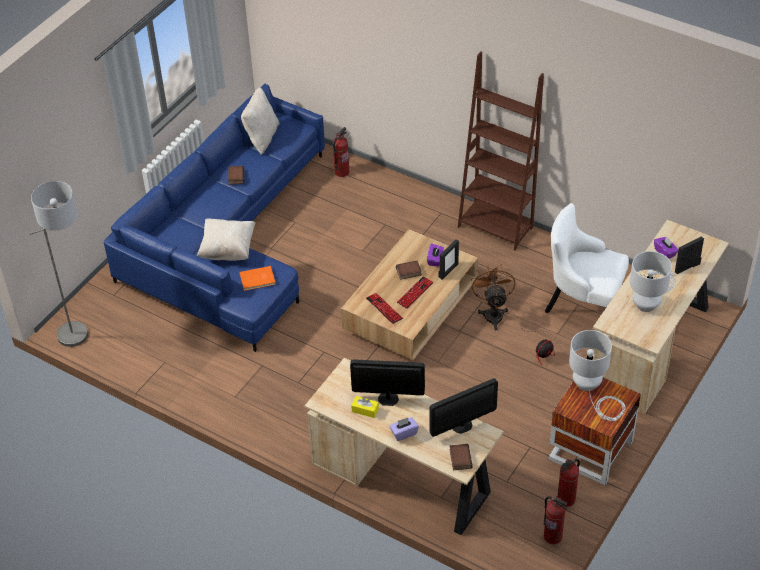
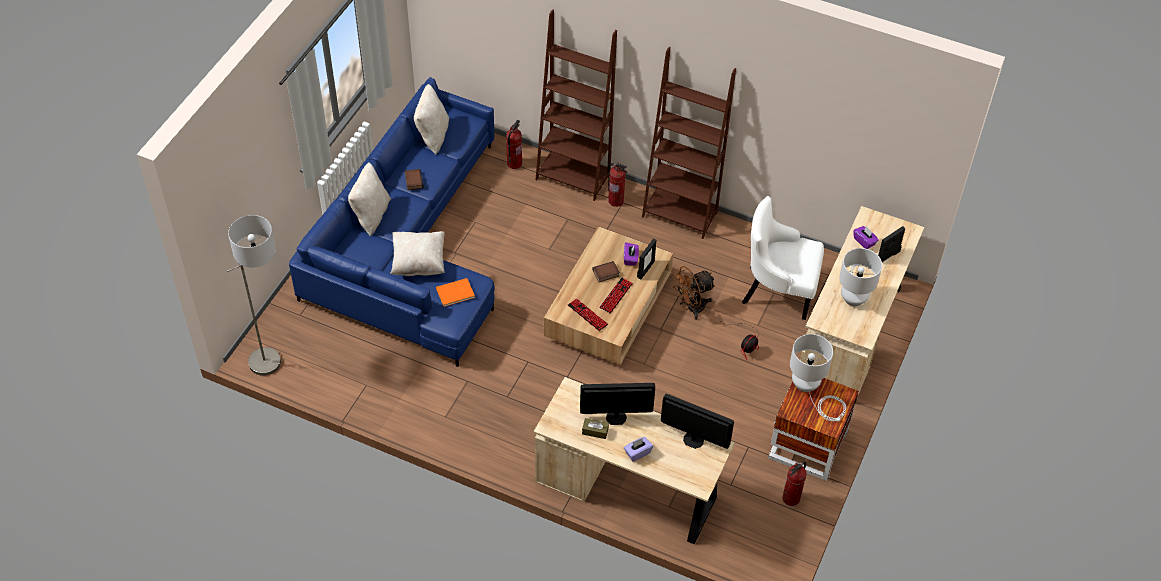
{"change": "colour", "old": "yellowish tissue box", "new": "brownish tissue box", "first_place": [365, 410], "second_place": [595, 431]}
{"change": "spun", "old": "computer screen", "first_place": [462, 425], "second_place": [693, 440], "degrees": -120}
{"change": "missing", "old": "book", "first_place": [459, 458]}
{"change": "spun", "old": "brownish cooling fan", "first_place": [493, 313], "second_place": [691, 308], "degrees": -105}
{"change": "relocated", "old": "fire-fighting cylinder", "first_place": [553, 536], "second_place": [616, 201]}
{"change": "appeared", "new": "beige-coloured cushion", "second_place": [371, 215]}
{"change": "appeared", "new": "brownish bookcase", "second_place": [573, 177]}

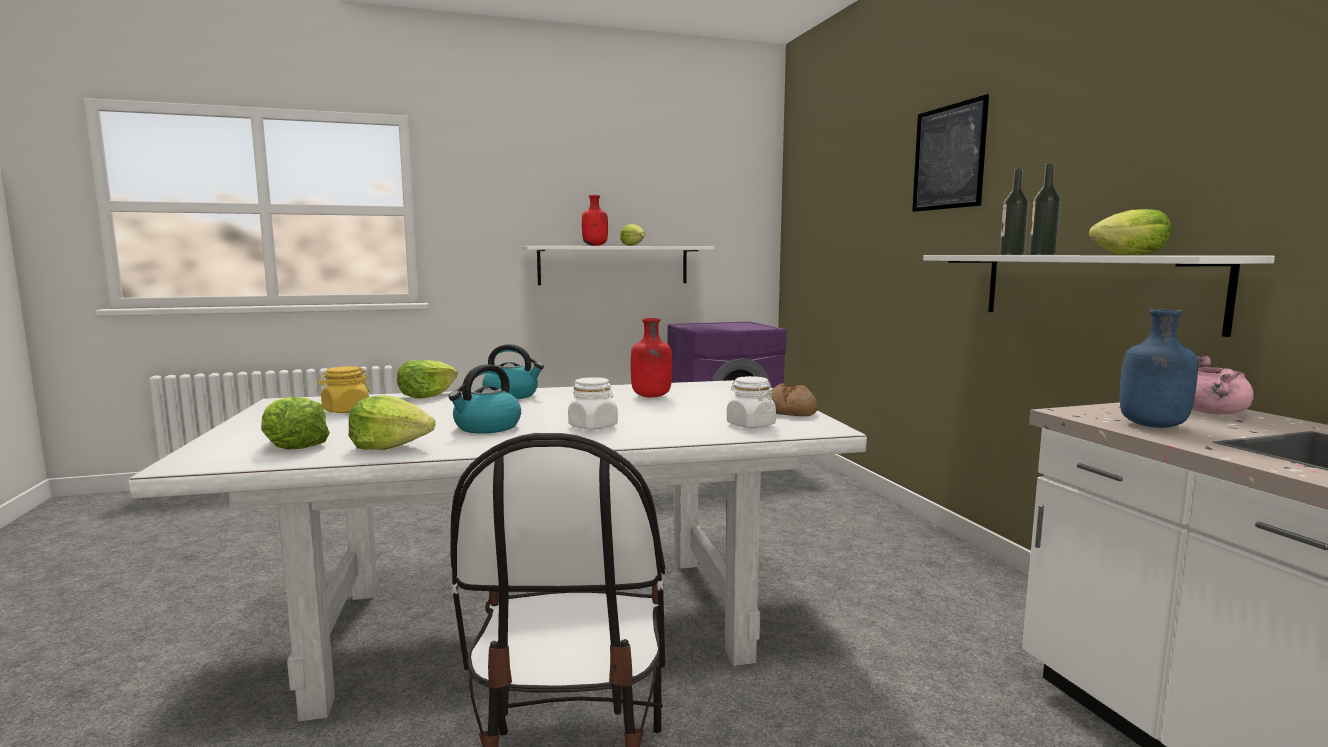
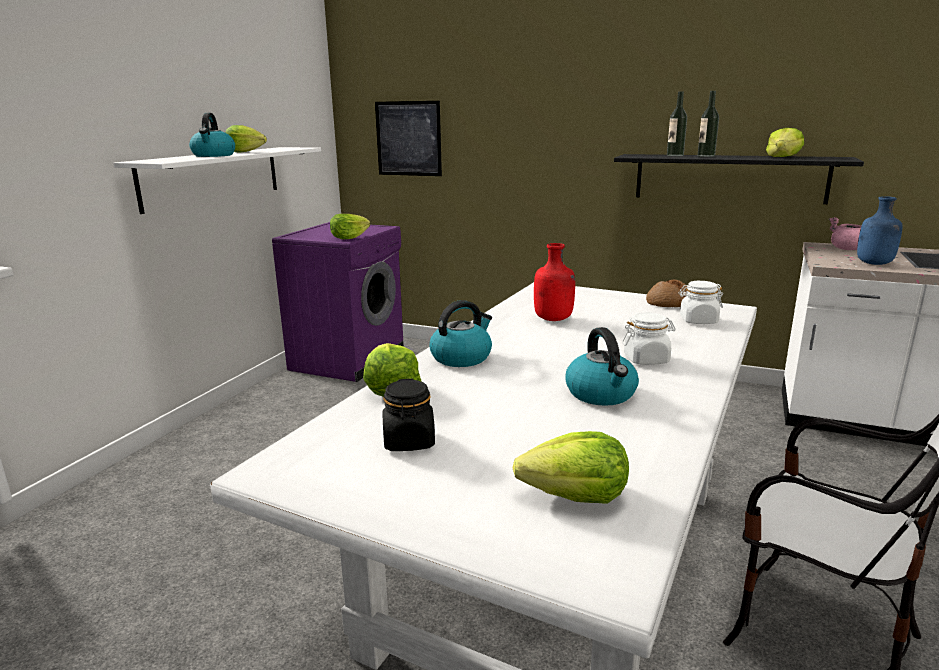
{"change": "colour", "old": "yellowish preserve jar", "new": "blackish preserve jar", "first_place": [345, 410], "second_place": [409, 441]}
{"change": "relocated", "old": "lettuce", "first_place": [391, 446], "second_place": [349, 237]}
{"change": "exchanged", "old": "red-coloured bottle", "new": "water kettle", "first_place": [595, 245], "second_place": [214, 155]}
{"change": "relocated", "old": "wall art", "first_place": [948, 157], "second_place": [408, 138]}
{"change": "colour", "old": "white bracket shelf", "new": "blackish bracket shelf", "first_place": [1091, 289], "second_place": [729, 178]}

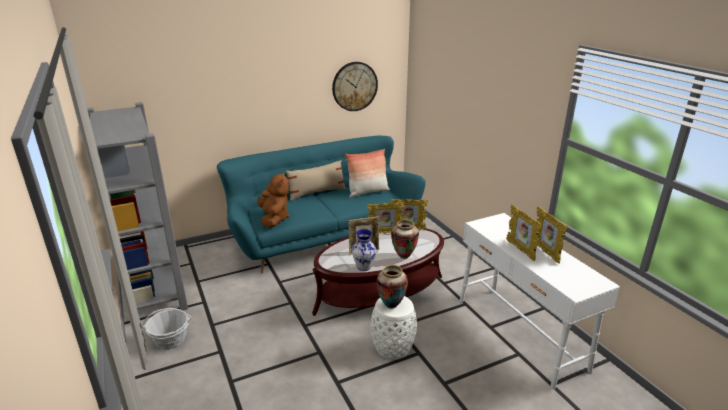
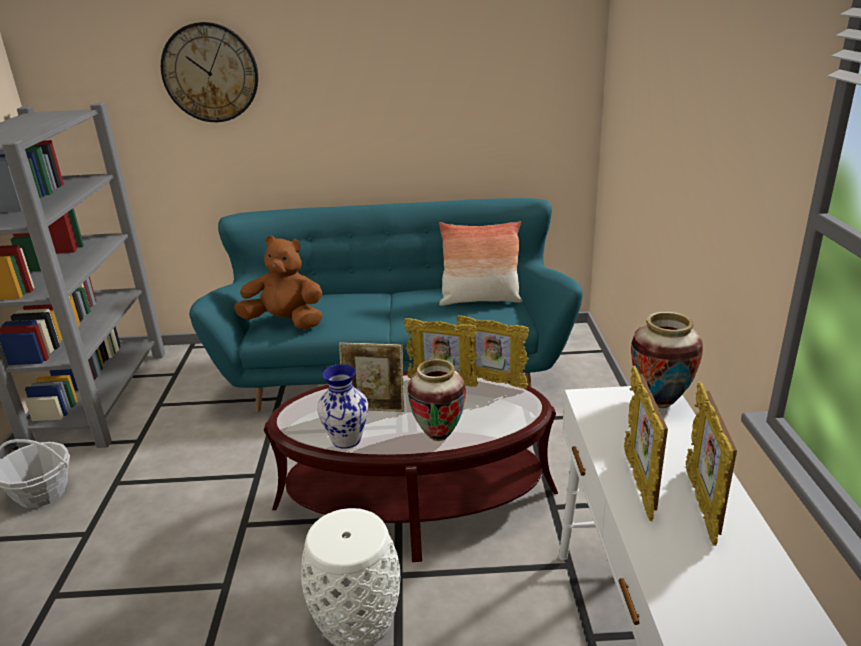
{"change": "spun", "old": "brownish plush toy", "first_place": [274, 219], "second_place": [285, 322], "degrees": -90}
{"change": "missing", "old": "beige-coloured cushion", "first_place": [317, 193]}
{"change": "relocated", "old": "clock on the wall", "first_place": [354, 86], "second_place": [210, 73]}
{"change": "relocated", "old": "vase", "first_place": [391, 305], "second_place": [659, 402]}

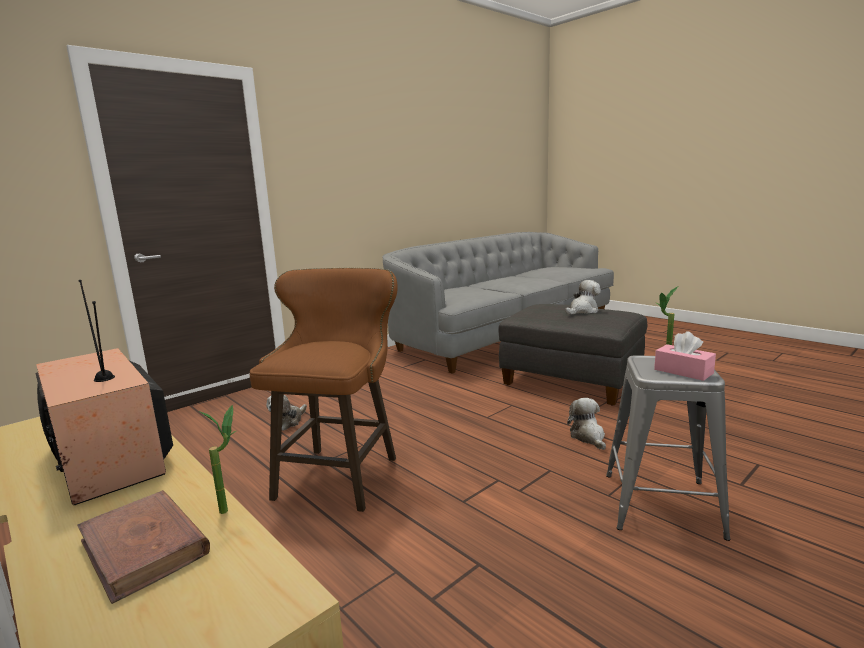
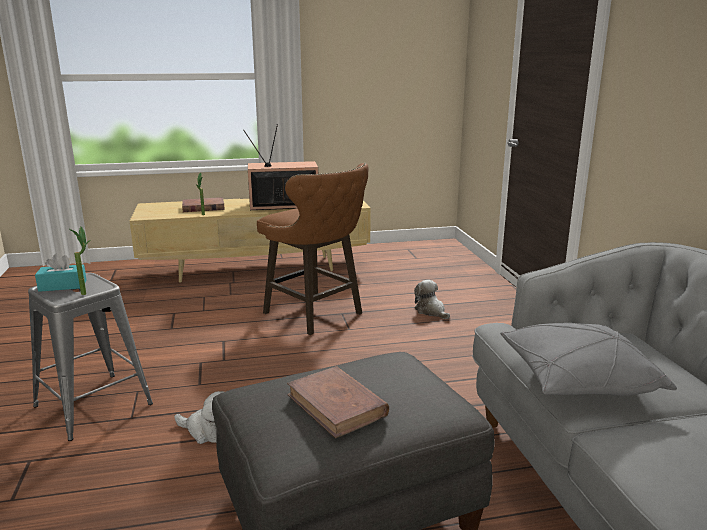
{"change": "exchanged", "old": "plush toy", "new": "brownish book", "first_place": [583, 311], "second_place": [337, 405]}
{"change": "colour", "old": "pink tissue box", "new": "turquoise-coloured tissue box", "first_place": [683, 371], "second_place": [62, 286]}
{"change": "appeared", "new": "gray cushion", "second_place": [577, 380]}

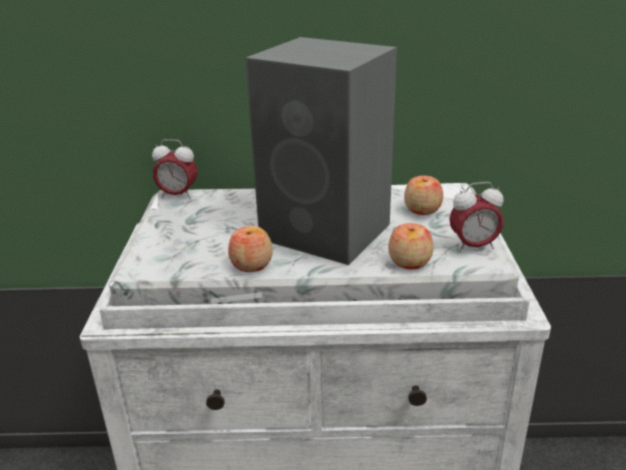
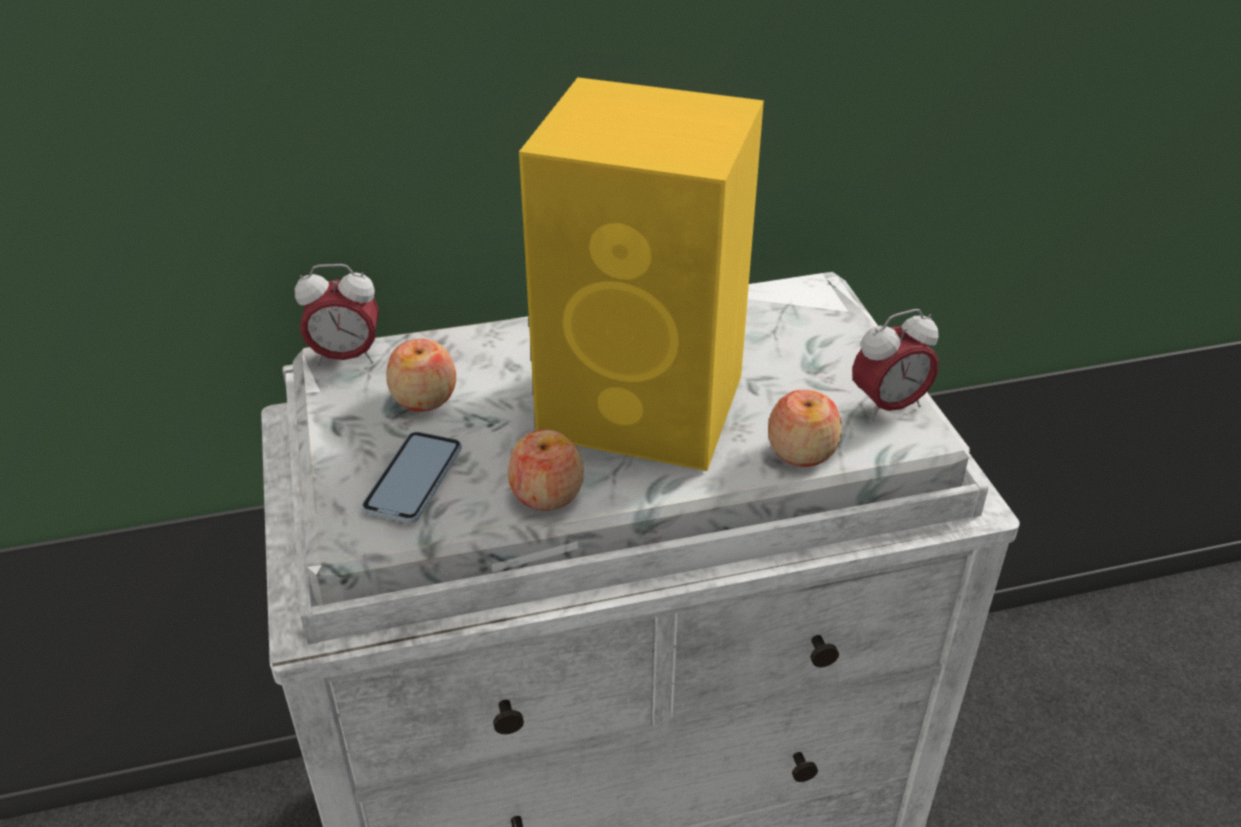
{"change": "colour", "old": "gray speaker", "new": "yellowish speaker", "first_place": [328, 232], "second_place": [647, 407]}
{"change": "relocated", "old": "whole apple", "first_place": [422, 209], "second_place": [424, 397]}
{"change": "appeared", "new": "telephone", "second_place": [413, 479]}

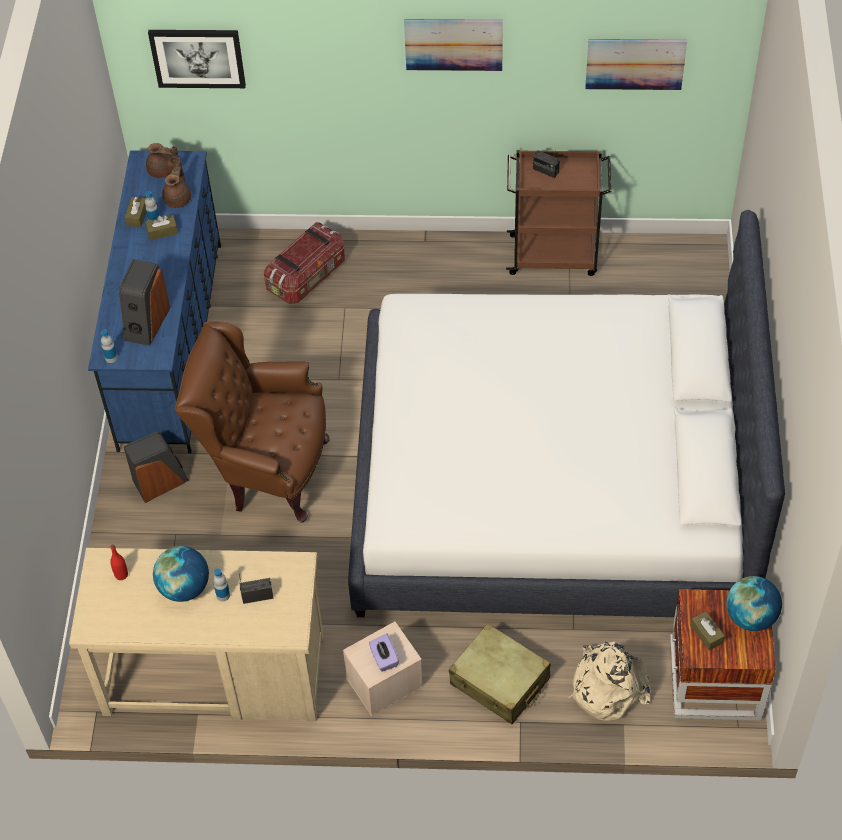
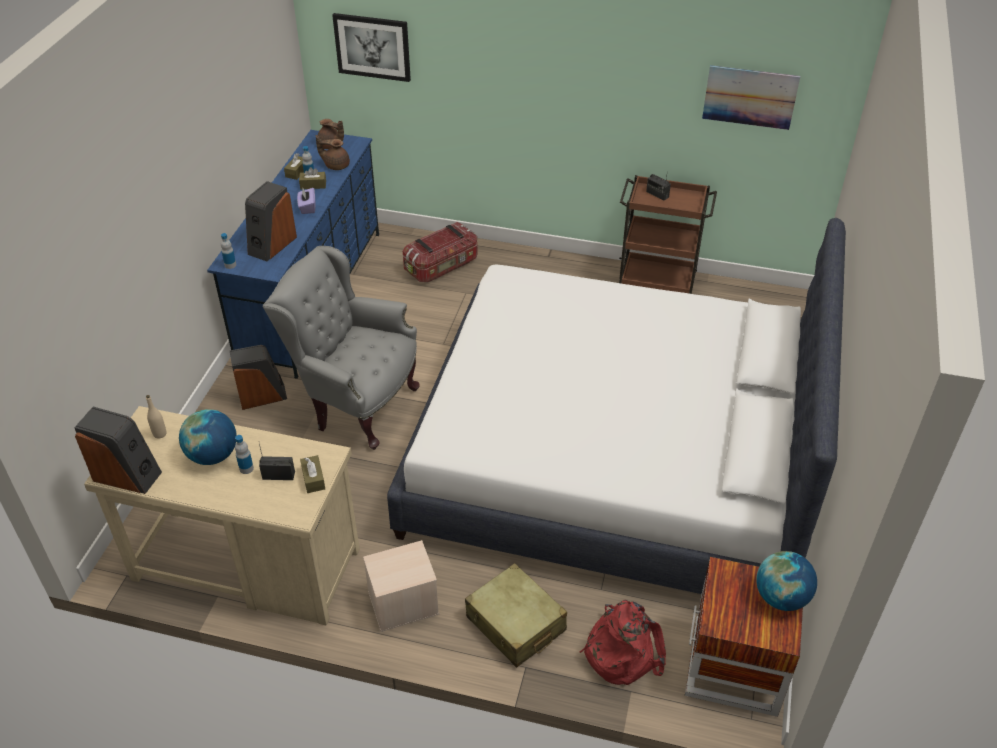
{"change": "colour", "old": "red-coloured bottle", "new": "beige-coloured bottle", "first_place": [121, 575], "second_place": [160, 434]}
{"change": "spun", "old": "brownish tea pot", "first_place": [178, 198], "second_place": [336, 165], "degrees": -105}
{"change": "colour", "old": "brownish armchair", "new": "gray armchair", "first_place": [267, 474], "second_place": [356, 405]}
{"change": "relocated", "old": "purplish tissue box", "first_place": [384, 658], "second_place": [307, 207]}
{"change": "missing", "old": "wall art", "first_place": [453, 44]}
{"change": "colour", "old": "beige-coloured backpack", "new": "red-coloured backpack", "first_place": [606, 687], "second_place": [621, 650]}
{"change": "relocated", "old": "brownish tissue box", "first_place": [706, 634], "second_place": [313, 479]}
{"change": "appeared", "new": "speaker", "second_place": [127, 475]}

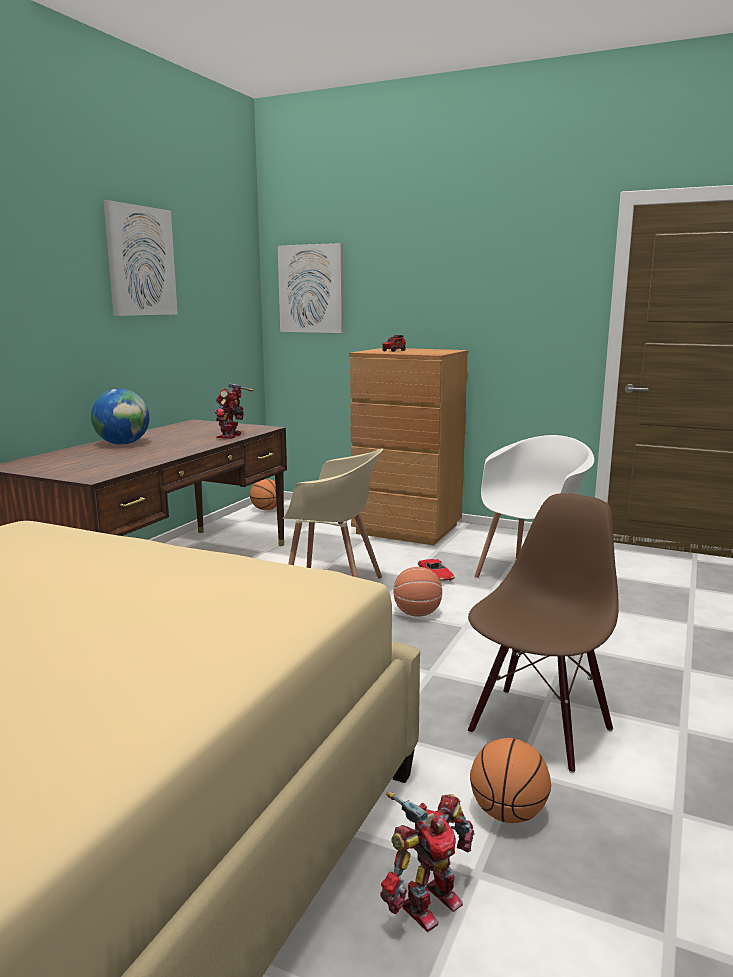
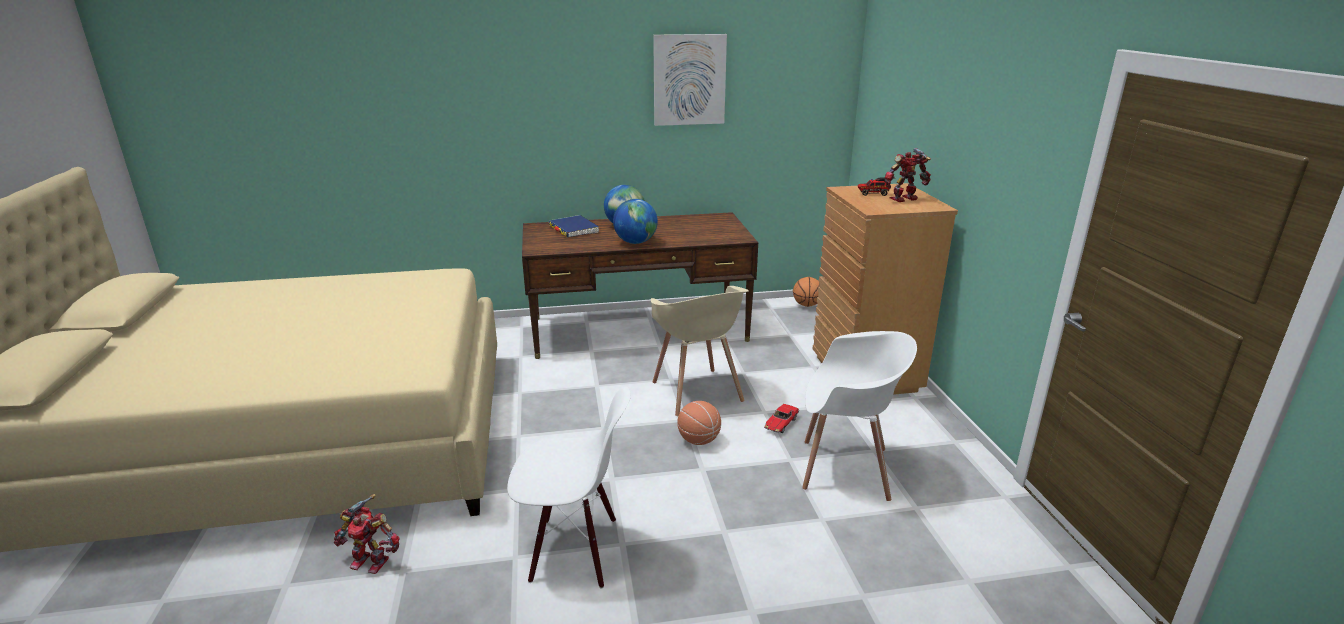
{"change": "relocated", "old": "model robot", "first_place": [231, 436], "second_place": [904, 199]}
{"change": "missing", "old": "wall art", "first_place": [311, 289]}
{"change": "colour", "old": "brownish chair", "new": "white chair", "first_place": [538, 729], "second_place": [574, 551]}
{"change": "missing", "old": "ball for basketball", "first_place": [508, 813]}
{"change": "appeared", "new": "blue book", "second_place": [573, 229]}
{"change": "appeared", "new": "globe", "second_place": [635, 242]}

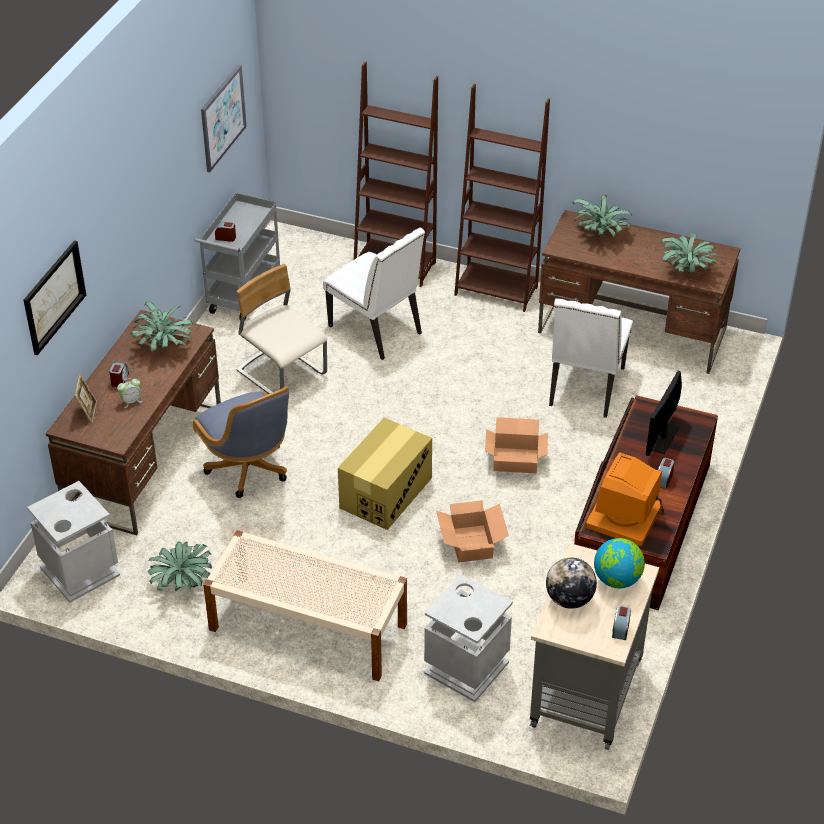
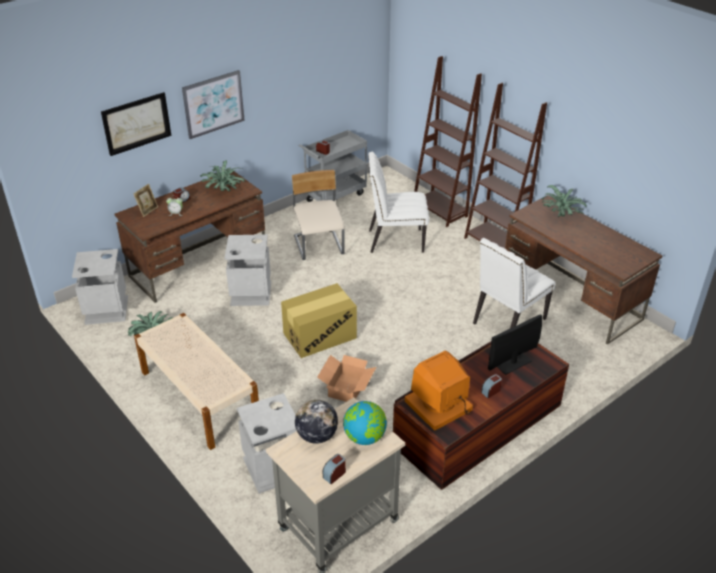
{"change": "exchanged", "old": "blue office chair", "new": "gray waste bin", "first_place": [251, 473], "second_place": [250, 293]}
{"change": "relocated", "old": "wall art", "first_place": [222, 118], "second_place": [213, 104]}
{"change": "spun", "old": "white chair", "first_place": [374, 329], "second_place": [396, 241], "degrees": 105}
{"change": "missing", "old": "cardboard box", "first_place": [515, 460]}
{"change": "missing", "old": "houseplant", "first_place": [686, 271]}

